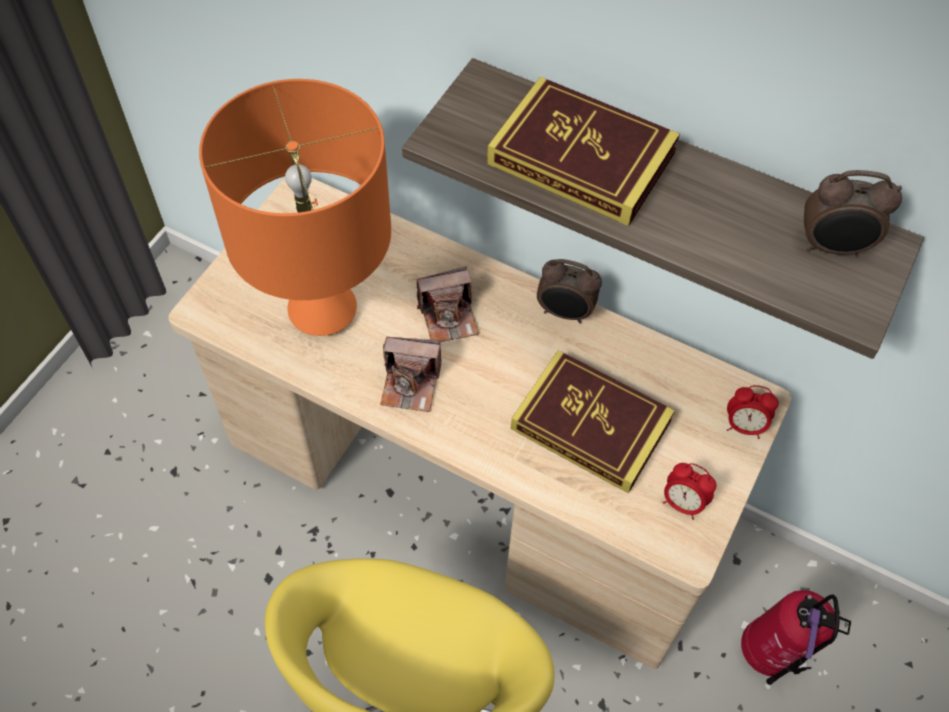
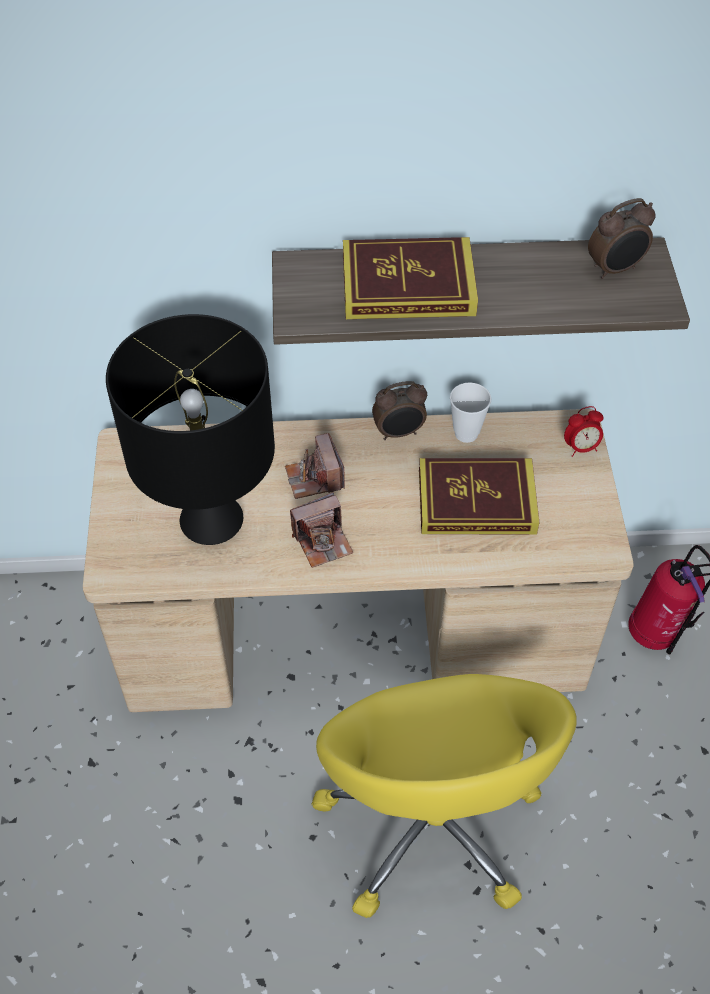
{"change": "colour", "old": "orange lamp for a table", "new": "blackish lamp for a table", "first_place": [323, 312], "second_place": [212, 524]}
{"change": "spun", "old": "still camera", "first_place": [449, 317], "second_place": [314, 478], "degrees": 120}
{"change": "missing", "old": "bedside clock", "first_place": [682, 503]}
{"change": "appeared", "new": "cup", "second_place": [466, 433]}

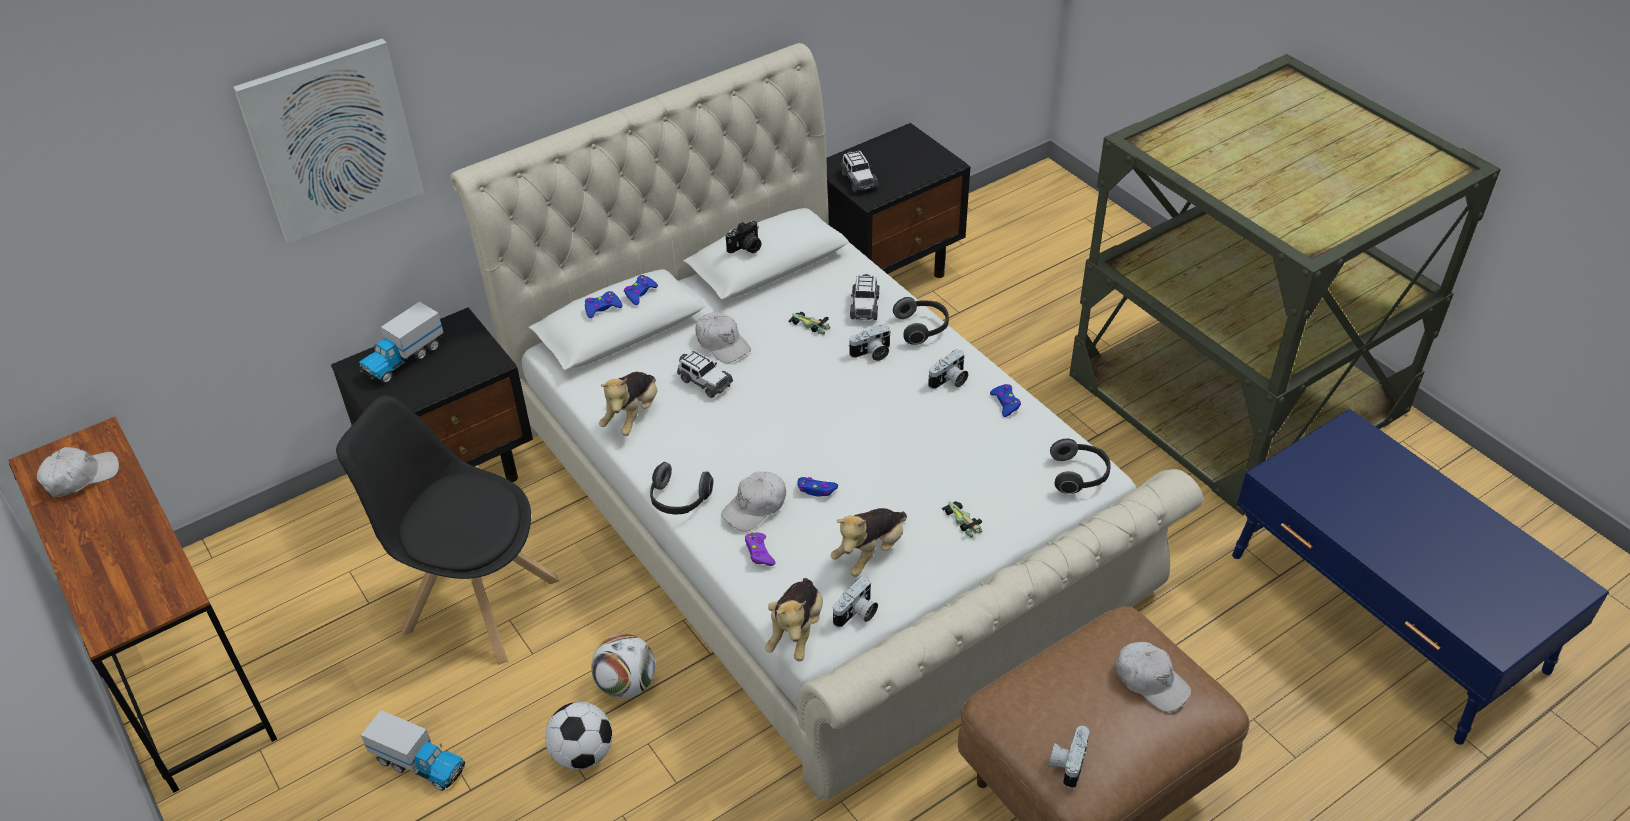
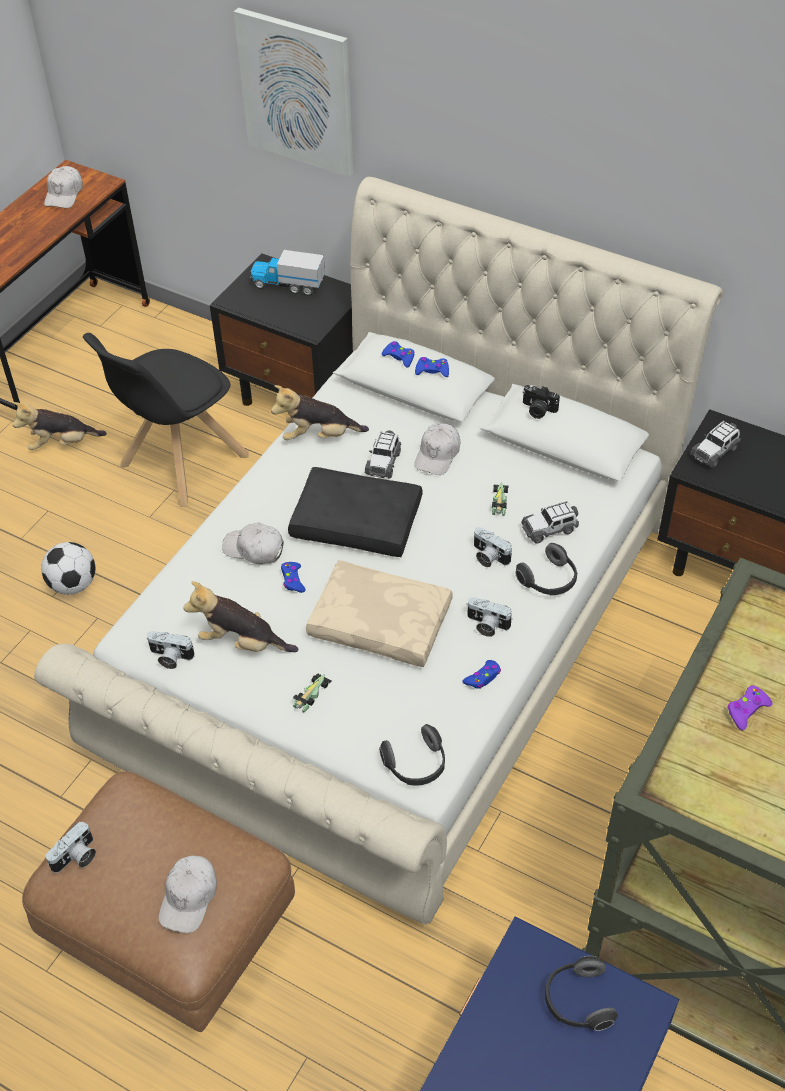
{"change": "spun", "old": "white cap", "first_place": [80, 477], "second_place": [64, 194], "degrees": 75}
{"change": "spun", "old": "blackish chair", "first_place": [473, 603], "second_place": [180, 463], "degrees": -135}
{"change": "missing", "old": "model truck", "first_place": [420, 764]}
{"change": "missing", "old": "football ball", "first_place": [626, 684]}
{"change": "relocated", "old": "headset", "first_place": [679, 500], "second_place": [577, 1001]}
{"change": "relocated", "old": "purplish game controller", "first_place": [759, 553], "second_place": [746, 710]}
{"change": "relocated", "old": "plush toy", "first_place": [796, 631], "second_place": [62, 444]}
{"change": "spun", "old": "still camera", "first_place": [1067, 762], "second_place": [76, 857], "degrees": 135}
{"change": "appeared", "new": "blackish cushion", "second_place": [358, 521]}
{"change": "appeared", "new": "beige-coloured cushion", "second_place": [382, 622]}

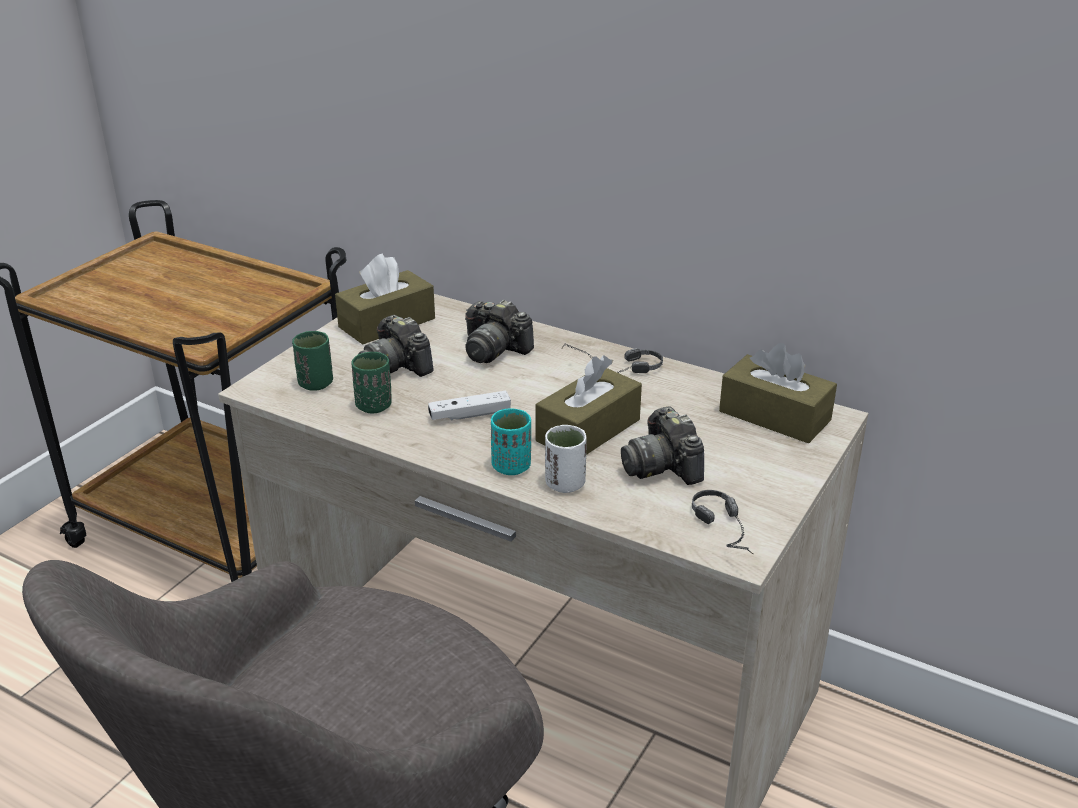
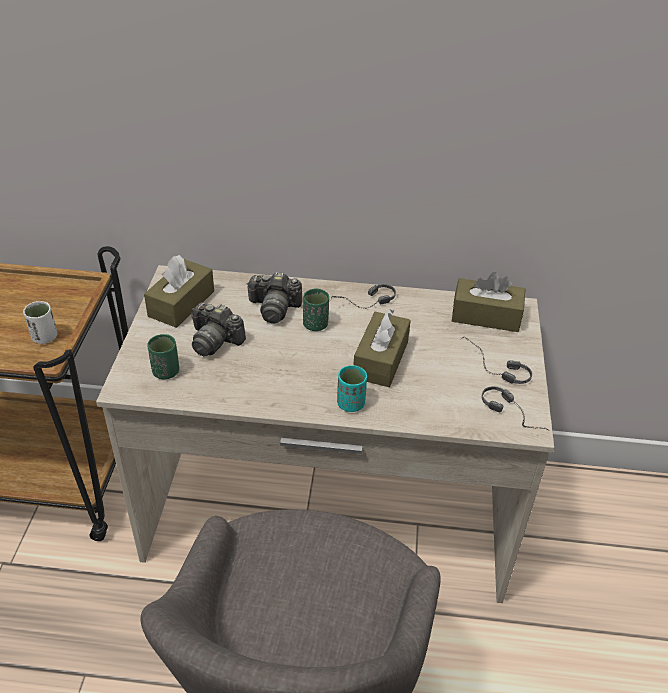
{"change": "relocated", "old": "green-coloured cup", "first_place": [374, 406], "second_place": [315, 325]}
{"change": "missing", "old": "white game controller", "first_place": [470, 415]}
{"change": "relocated", "old": "white cup", "first_place": [565, 484], "second_place": [45, 337]}
{"change": "missing", "old": "still camera", "first_place": [663, 466]}
{"change": "appeared", "new": "headset", "second_place": [492, 369]}

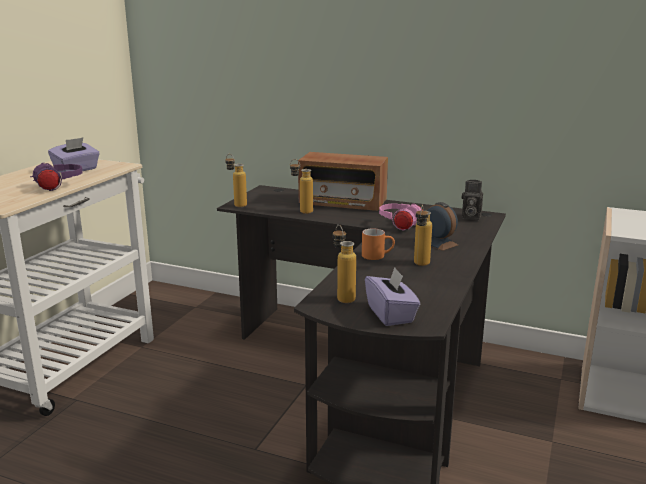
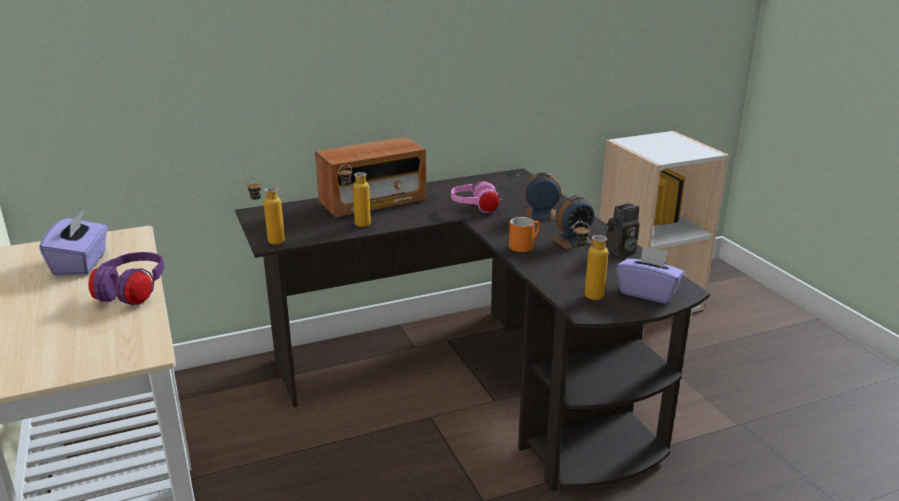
{"change": "exchanged", "old": "bottle", "new": "bedside clock", "first_place": [420, 265], "second_place": [572, 241]}
{"change": "relocated", "old": "still camera", "first_place": [470, 217], "second_place": [620, 251]}

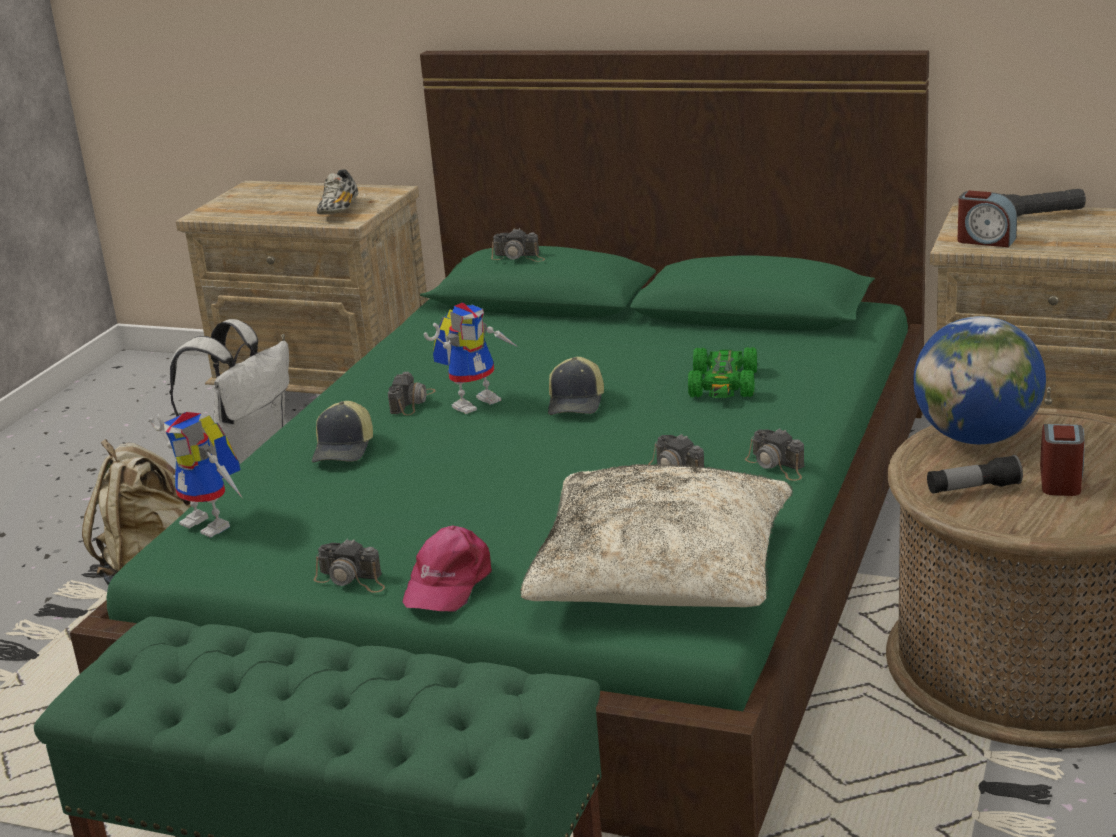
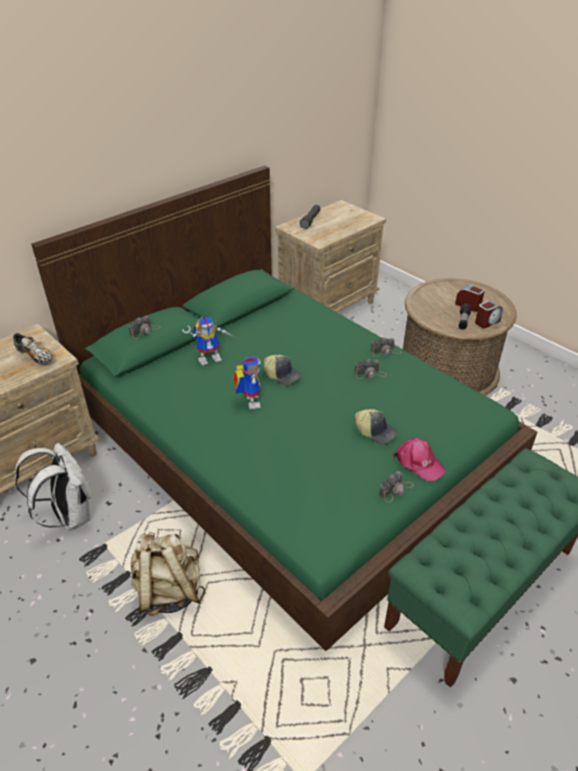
{"change": "relocated", "old": "model robot", "first_place": [214, 523], "second_place": [210, 357]}
{"change": "relocated", "old": "cap", "first_place": [345, 449], "second_place": [375, 431]}
{"change": "missing", "old": "still camera", "first_place": [412, 401]}
{"change": "missing", "old": "beige-coloured cushion", "first_place": [662, 571]}
{"change": "missing", "old": "green-coloured toy car", "first_place": [724, 385]}
{"change": "missing", "old": "globe", "first_place": [976, 437]}
{"change": "relocated", "old": "bedside clock", "first_place": [985, 240], "second_place": [487, 322]}

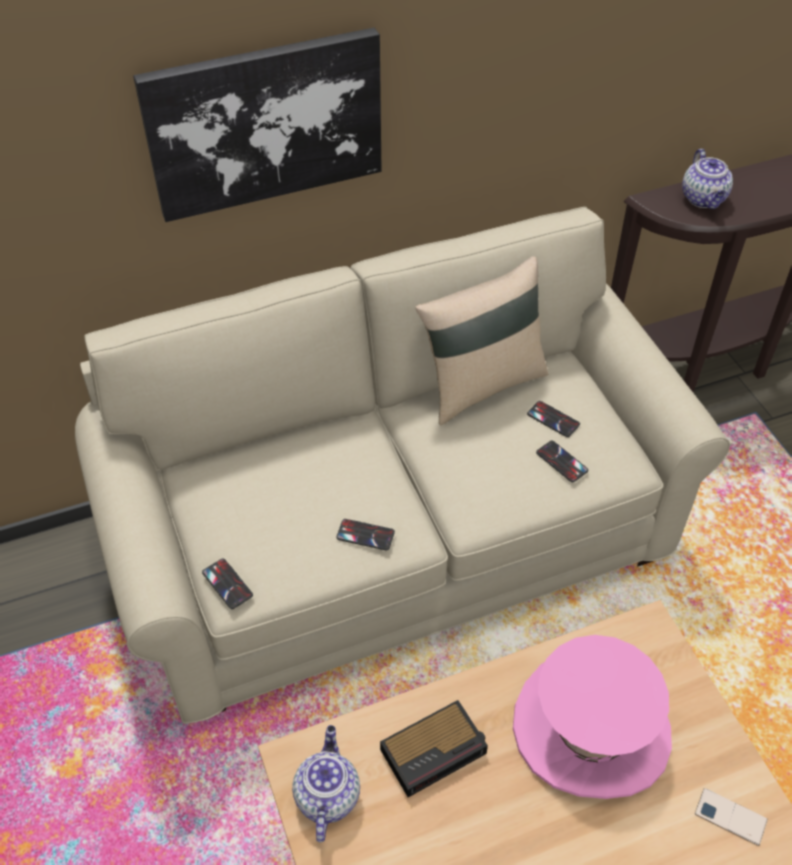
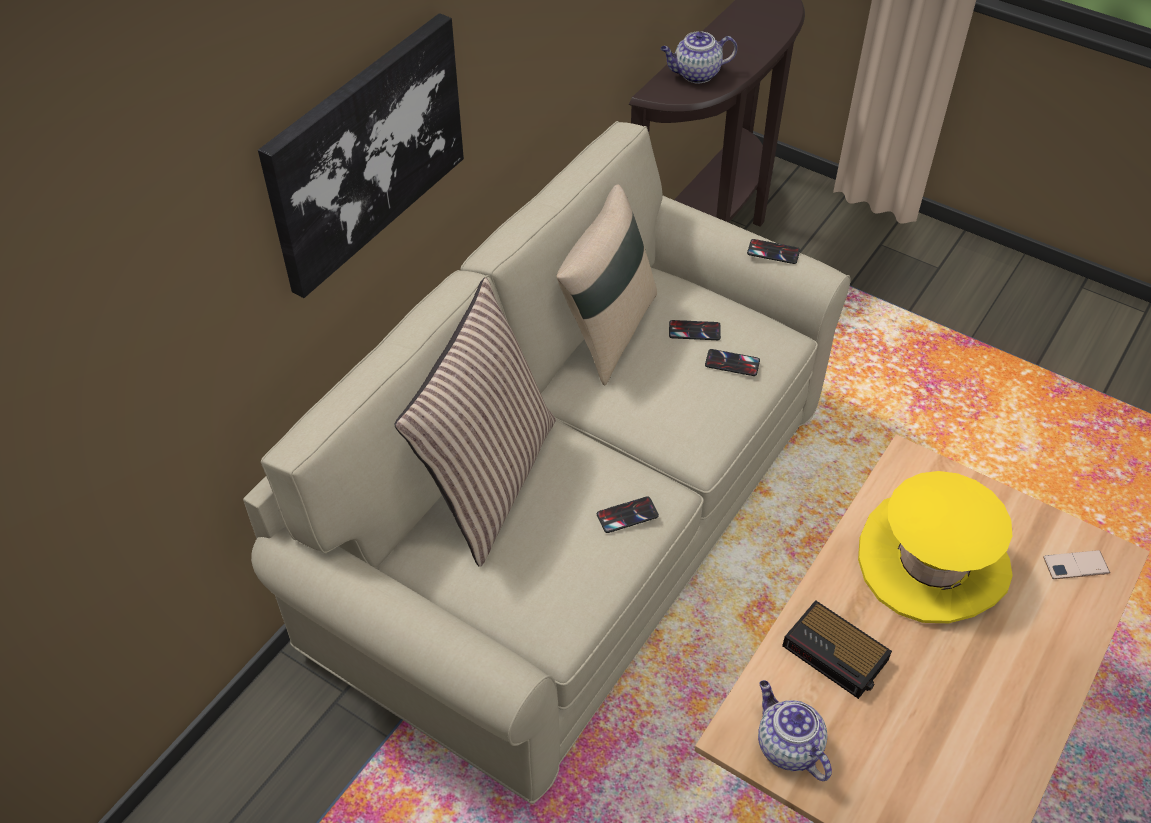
{"change": "relocated", "old": "telephone", "first_place": [227, 584], "second_place": [773, 252]}
{"change": "spun", "old": "bedside clock", "first_place": [435, 750], "second_place": [837, 654], "degrees": 105}
{"change": "colour", "old": "pink clothing hat", "new": "yellowish clothing hat", "first_place": [591, 728], "second_place": [932, 562]}
{"change": "spun", "old": "tea pot", "first_place": [704, 199], "second_place": [696, 74], "degrees": 120}
{"change": "appeared", "new": "cushion", "second_place": [487, 479]}

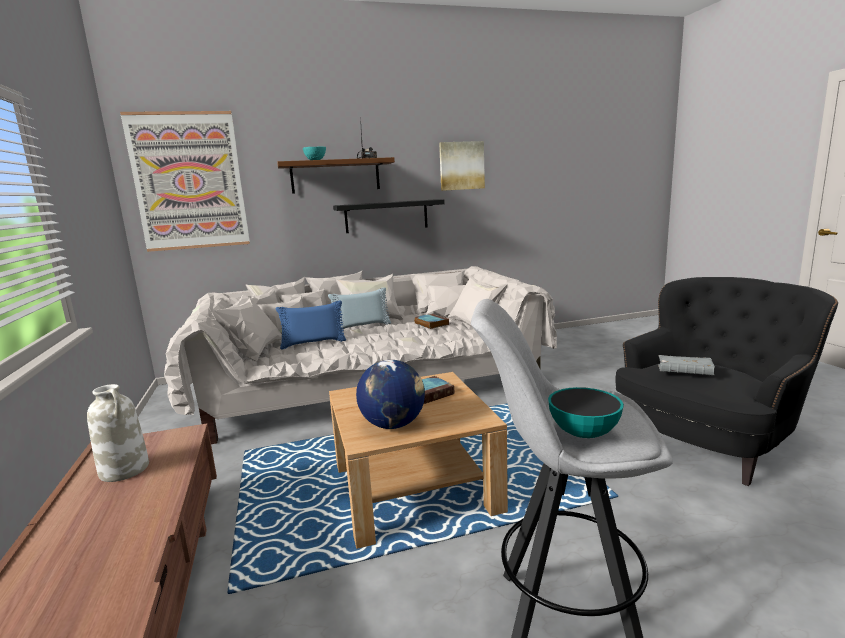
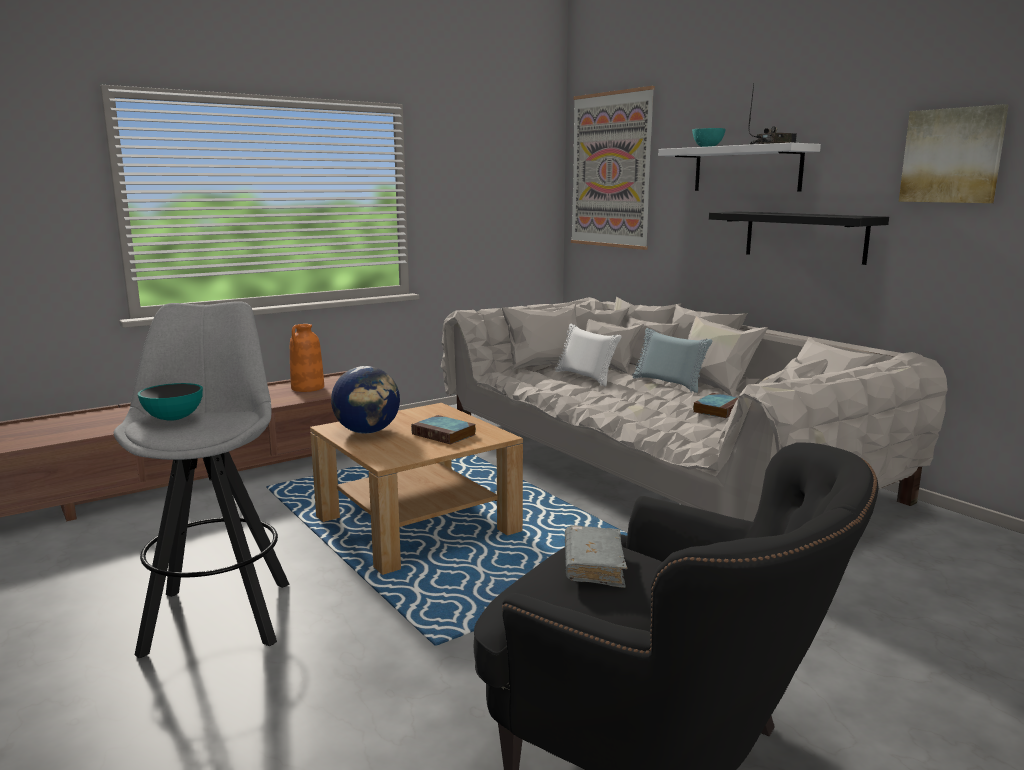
{"change": "colour", "old": "white vase", "new": "orange vase", "first_place": [125, 470], "second_place": [307, 388]}
{"change": "colour", "old": "blue cushion", "new": "white cushion", "first_place": [313, 343], "second_place": [586, 378]}
{"change": "colour", "old": "brownish bracket shelf", "new": "white bracket shelf", "first_place": [335, 176], "second_place": [746, 169]}

